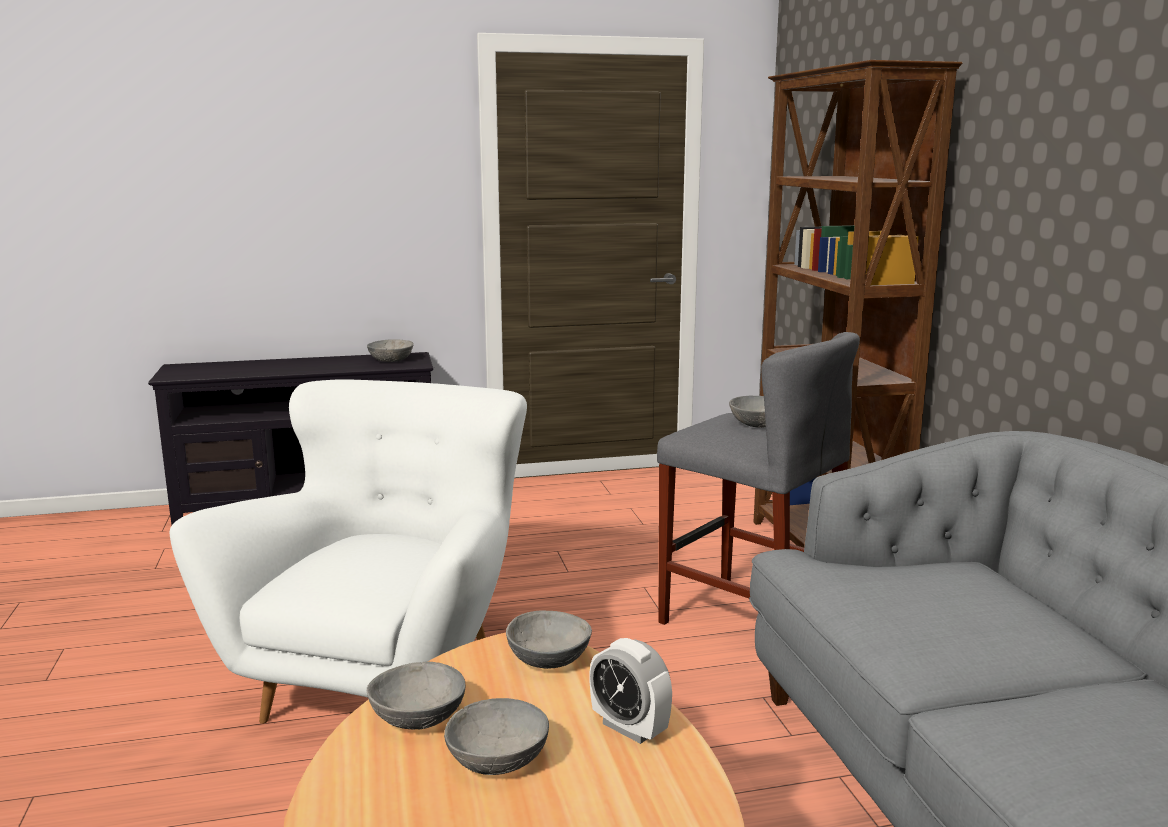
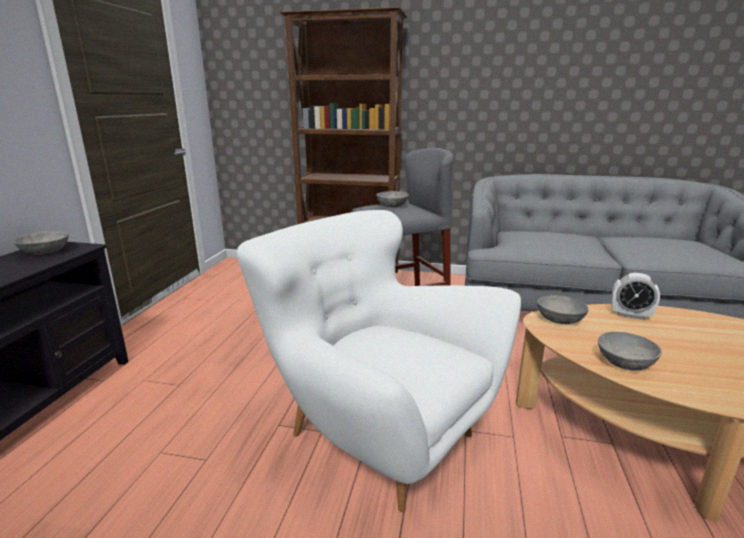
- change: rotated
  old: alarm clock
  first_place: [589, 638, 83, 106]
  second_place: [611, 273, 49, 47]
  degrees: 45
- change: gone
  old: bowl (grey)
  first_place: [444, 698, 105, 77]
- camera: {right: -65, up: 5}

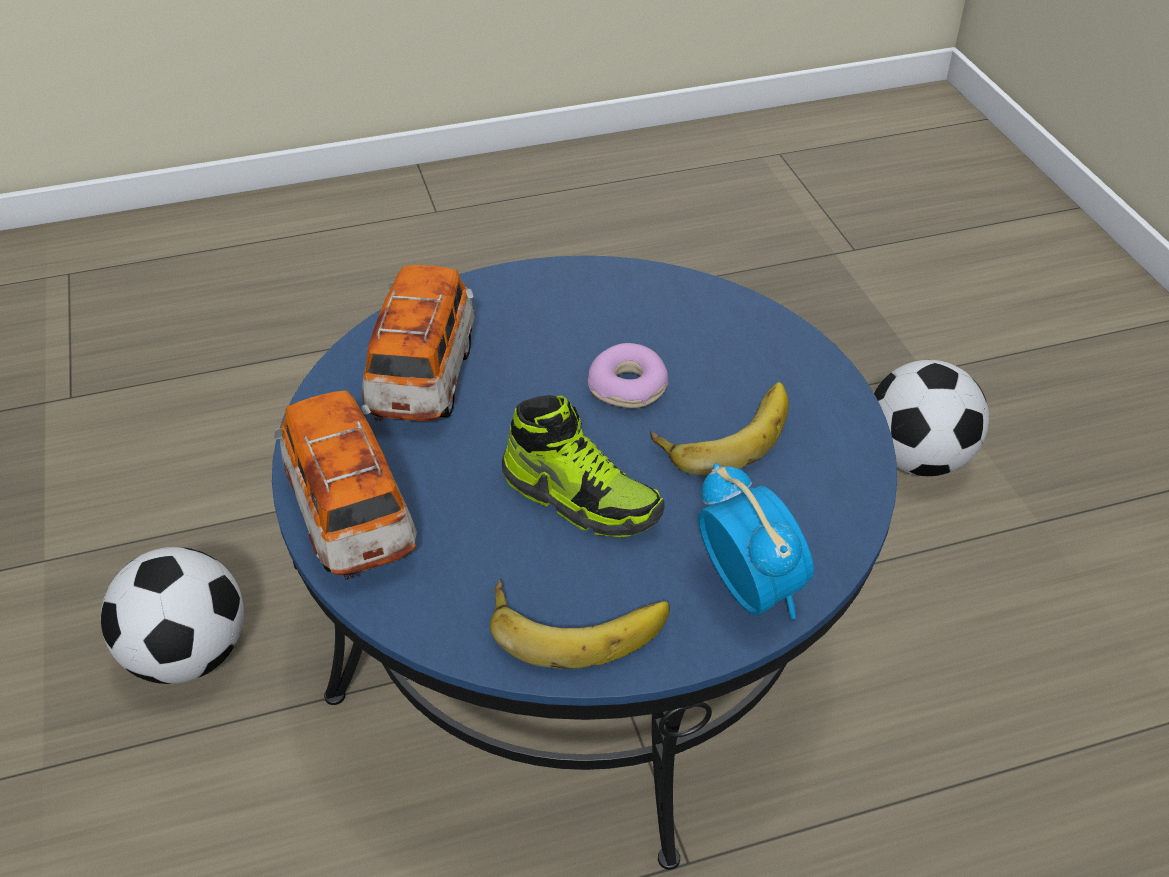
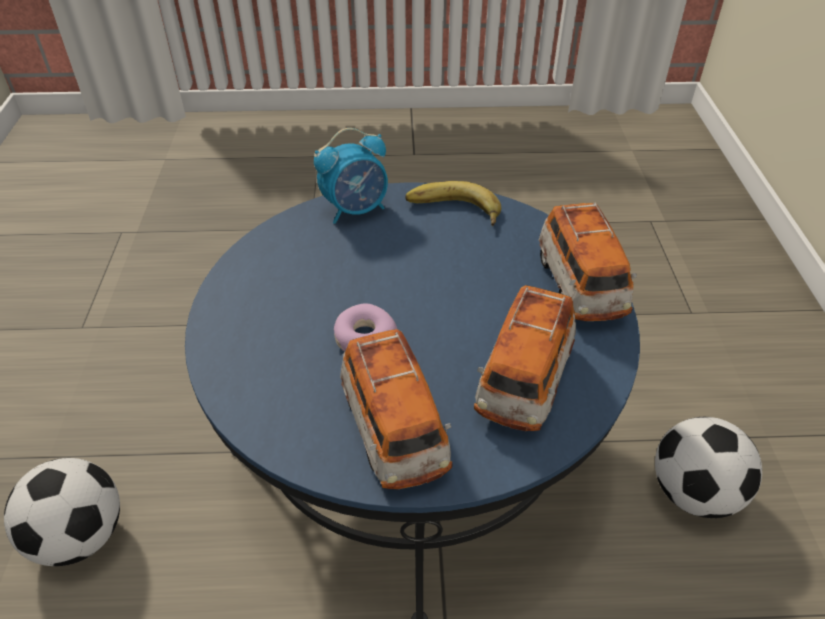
- change: rotated
  old: alarm clock
  first_place: [698, 463, 116, 157]
  second_place: [314, 128, 74, 96]
  degrees: -105
- change: new
  new: toy car
  second_place: [340, 329, 112, 160]
- change: gone
  old: shoe
  first_place: [502, 395, 163, 143]
- change: gone
  old: banana
  first_place: [650, 382, 139, 93]
- camera: {right: -165, up: 0}

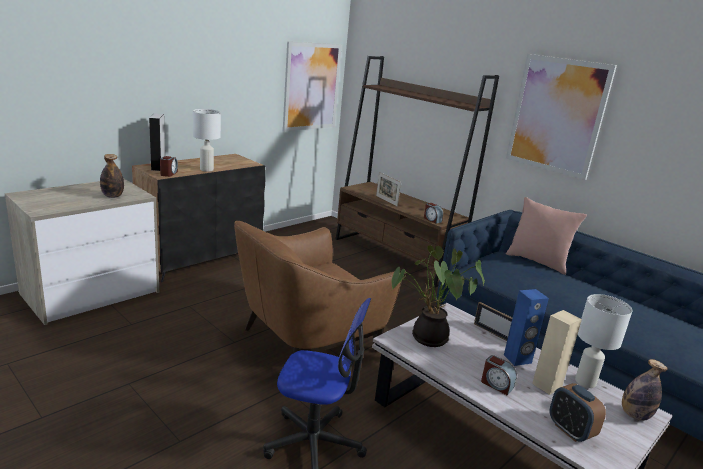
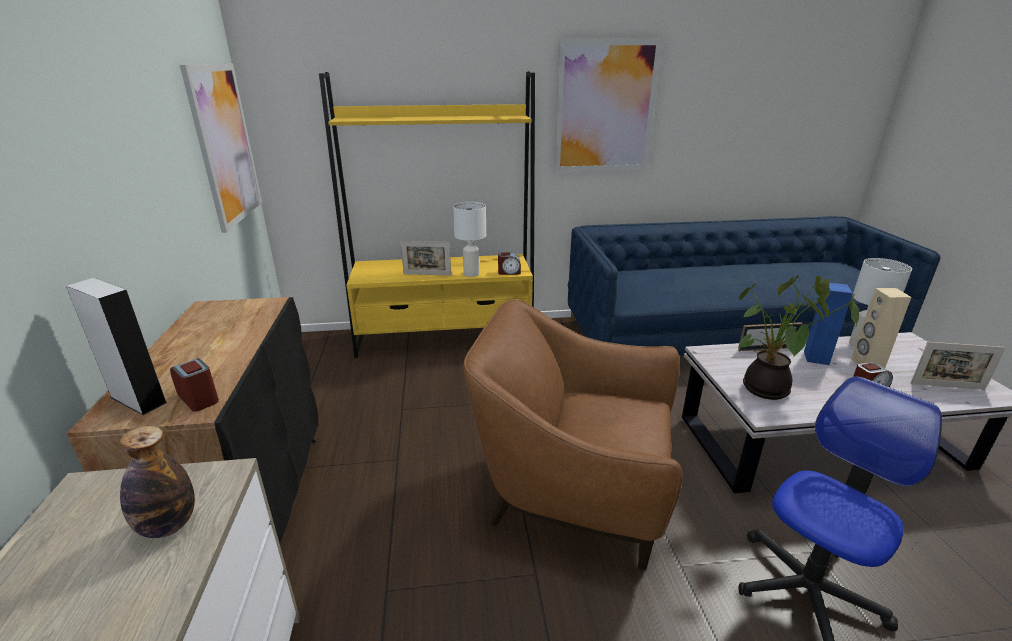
- change: repainted
  old: bookcase (brown)
  new: bookcase (yellow)
  first_place: [335, 56, 164, 232]
  second_place: [319, 71, 216, 287]
- change: shifted
  old: table lamp (white)
  first_place: [193, 109, 28, 63]
  second_place: [453, 202, 33, 75]
- change: rotated
  old: armchair (brown)
  first_place: [234, 221, 167, 132]
  second_place: [464, 299, 219, 271]
  degrees: 105
- change: swapped
  old: alarm clock
  new: picture frame
  first_place: [550, 383, 56, 59]
  second_place: [910, 342, 96, 48]
- change: gone
  old: pillow (pink)
  first_place: [506, 197, 81, 78]
- change: gone
  old: bottle
  first_place: [622, 359, 46, 62]
- camera: {right: -50, up: 5}

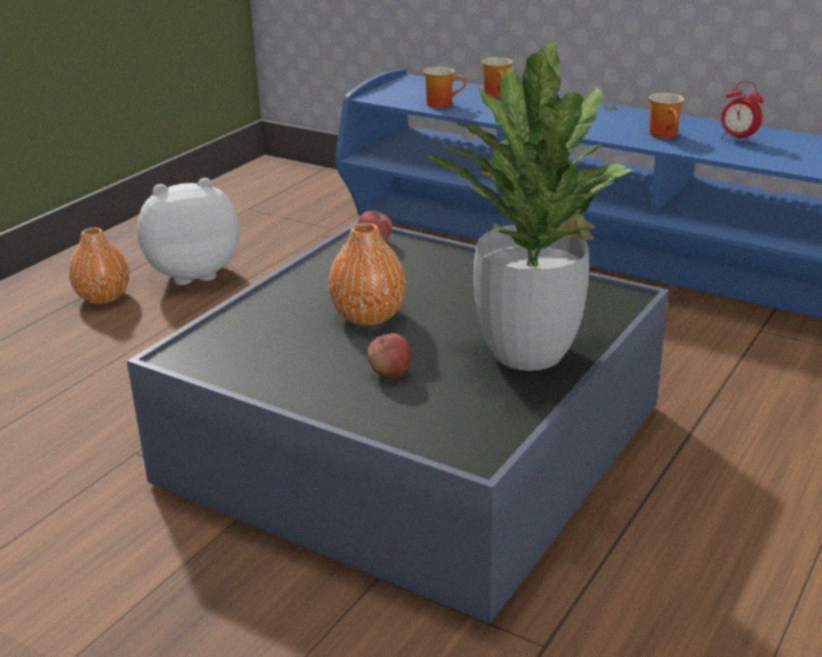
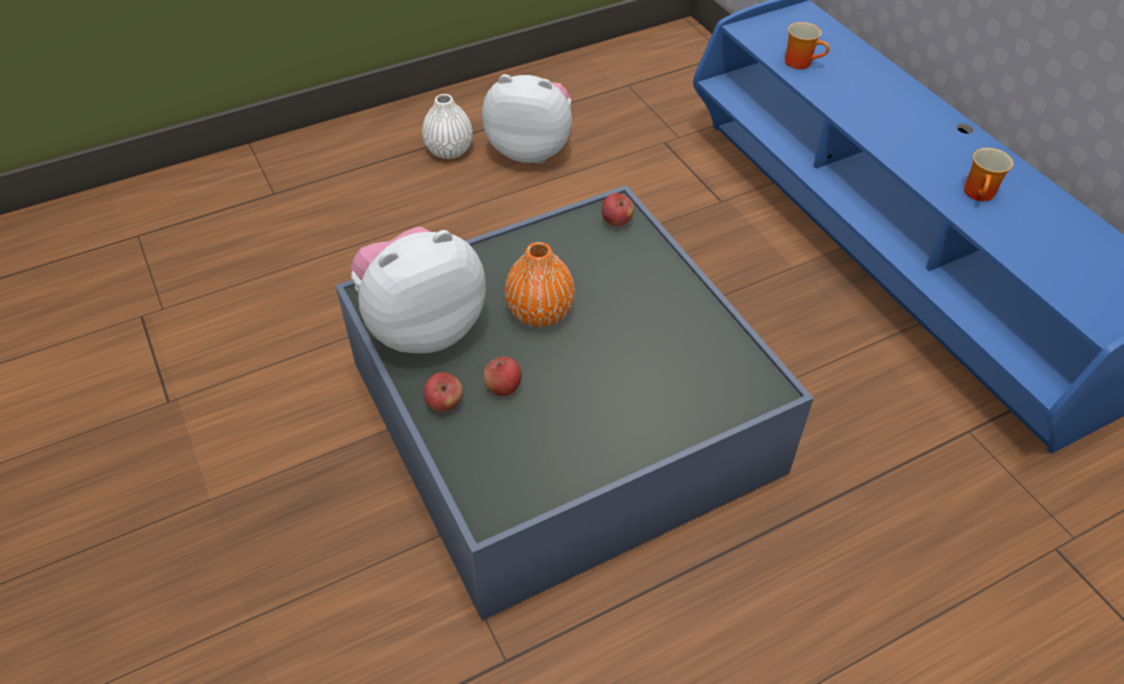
- change: new
  new: plush toy
  second_place: [351, 227, 135, 126]
- change: repainted
  old: vase (orange)
  new: vase (white)
  first_place: [69, 228, 60, 76]
  second_place: [422, 94, 51, 65]
- change: new
  new: apple
  second_place: [423, 372, 40, 40]
- change: gone
  old: potted plant
  first_place: [427, 41, 206, 330]
- change: gone
  old: mug
  first_place: [481, 57, 32, 40]
- change: gone
  old: alarm clock
  first_place: [721, 81, 42, 62]
- camera: {right: 30, up: 20}

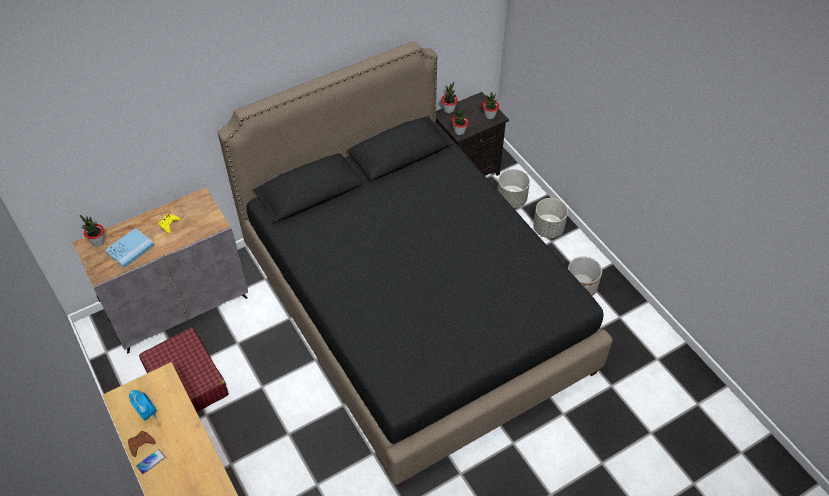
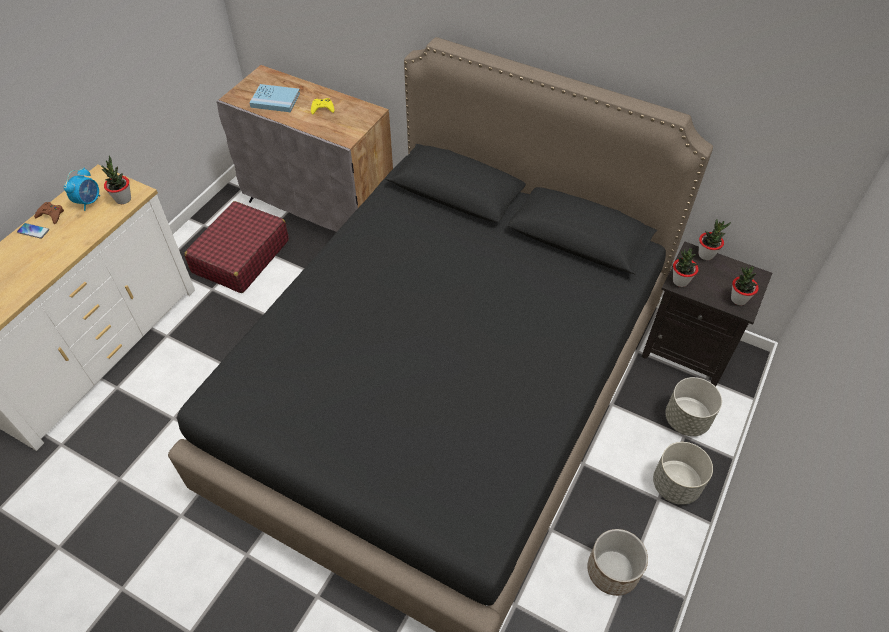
- change: shifted
  old: potted plant
  first_place: [80, 215, 25, 31]
  second_place: [101, 156, 30, 48]
- camera: {right: 60, up: 0}

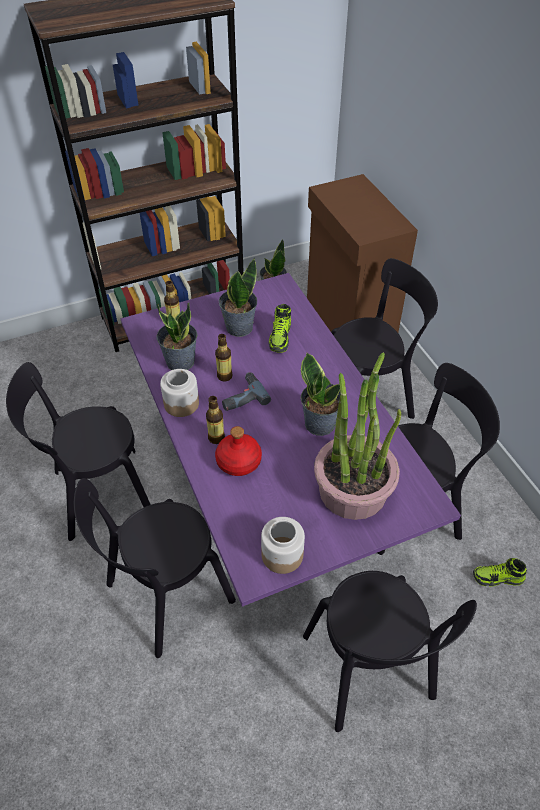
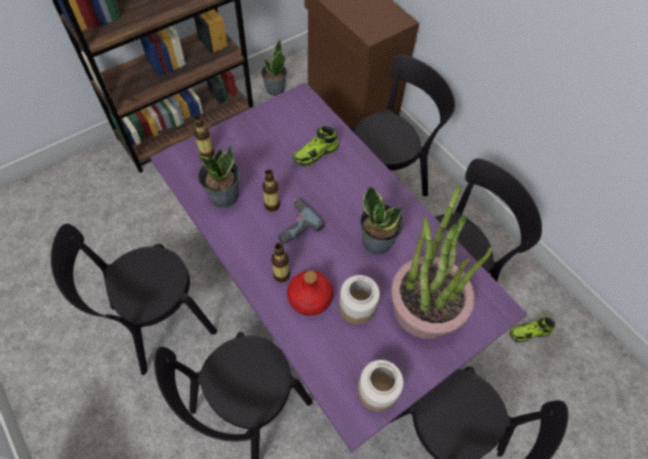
- change: rotated
  old: shoe
  first_place: [269, 304, 22, 49]
  second_place: [292, 126, 47, 41]
  degrees: 60
- change: shifted
  old: jar
  first_place: [160, 369, 39, 48]
  second_place: [339, 275, 41, 49]
- change: gone
  old: potted plant
  first_place: [219, 258, 38, 79]
- camera: {right: -15, up: 10}

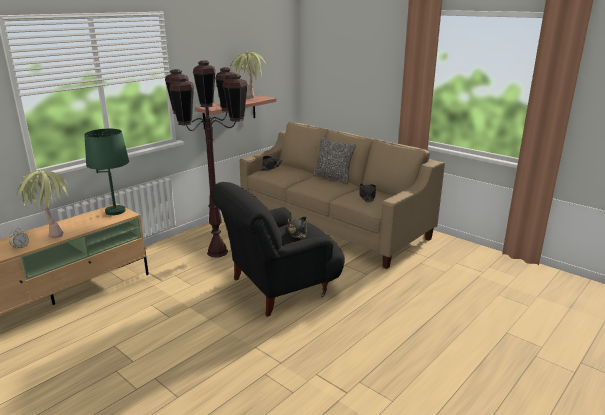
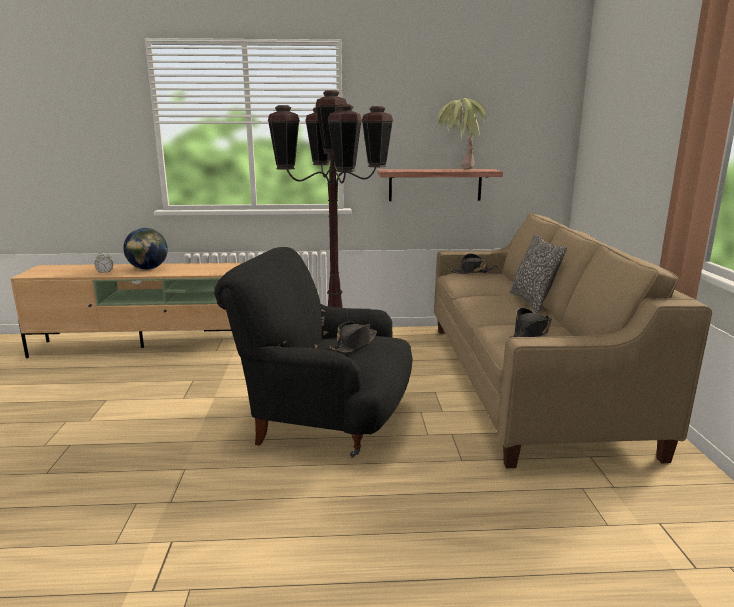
- change: swapped
  old: potted plant
  new: globe
  first_place: [17, 170, 51, 68]
  second_place: [123, 228, 45, 42]
- change: gone
  old: table lamp (green)
  first_place: [84, 129, 45, 86]
- camera: {right: 45, up: -5}

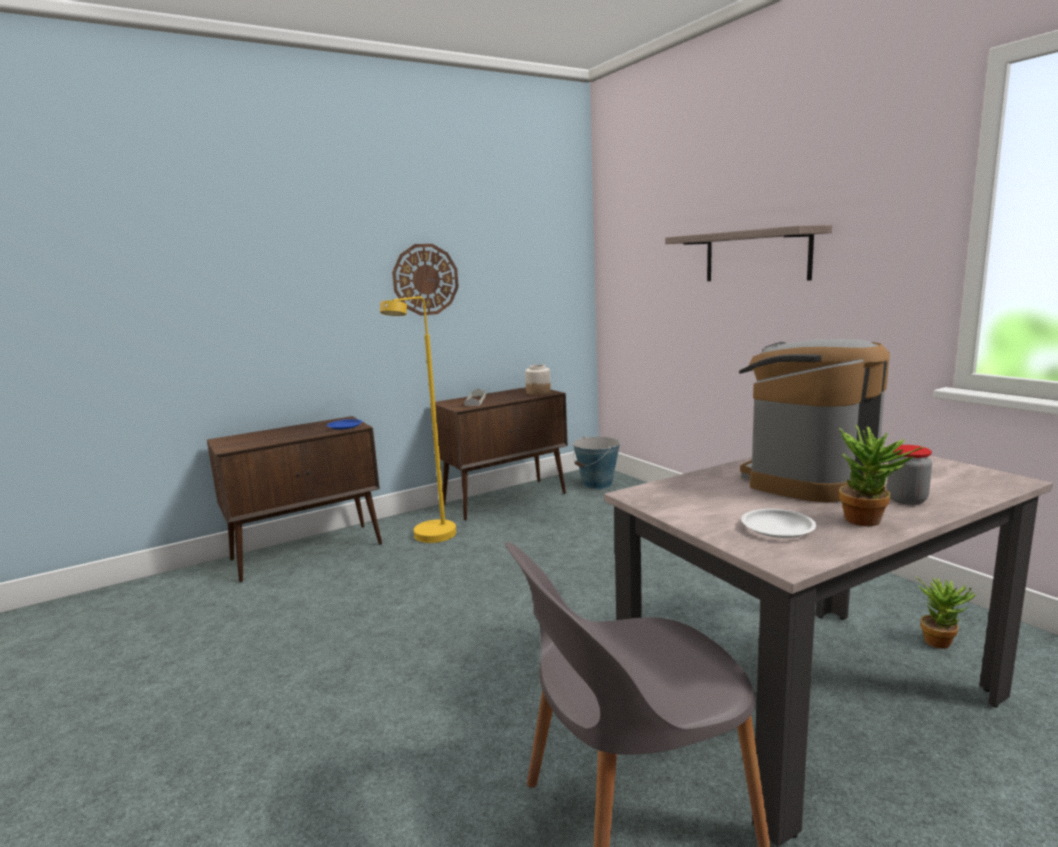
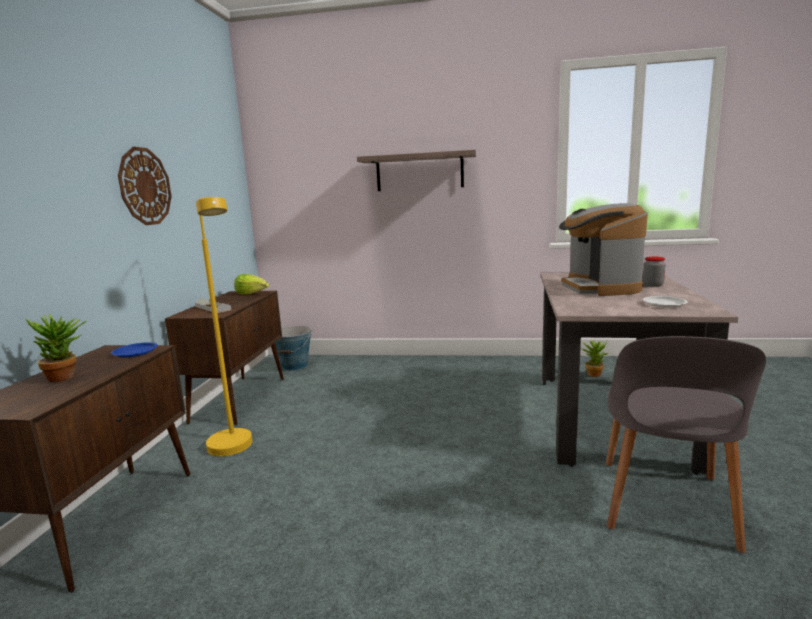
- change: shifted
  old: potted plant
  first_place: [839, 425, 85, 101]
  second_place: [25, 314, 62, 68]
- change: swapped
  old: jar
  new: lettuce
  first_place: [525, 365, 26, 30]
  second_place: [234, 274, 35, 20]
- camera: {right: -50, up: 0}

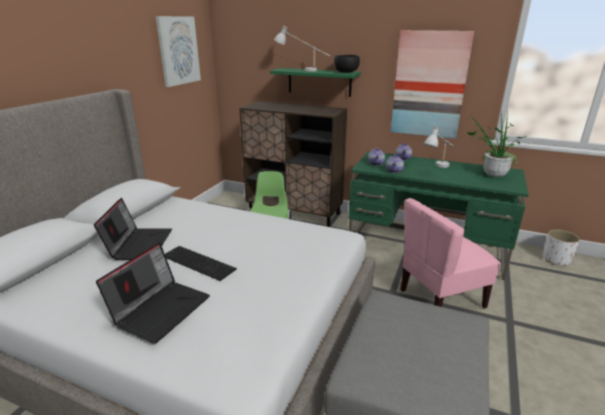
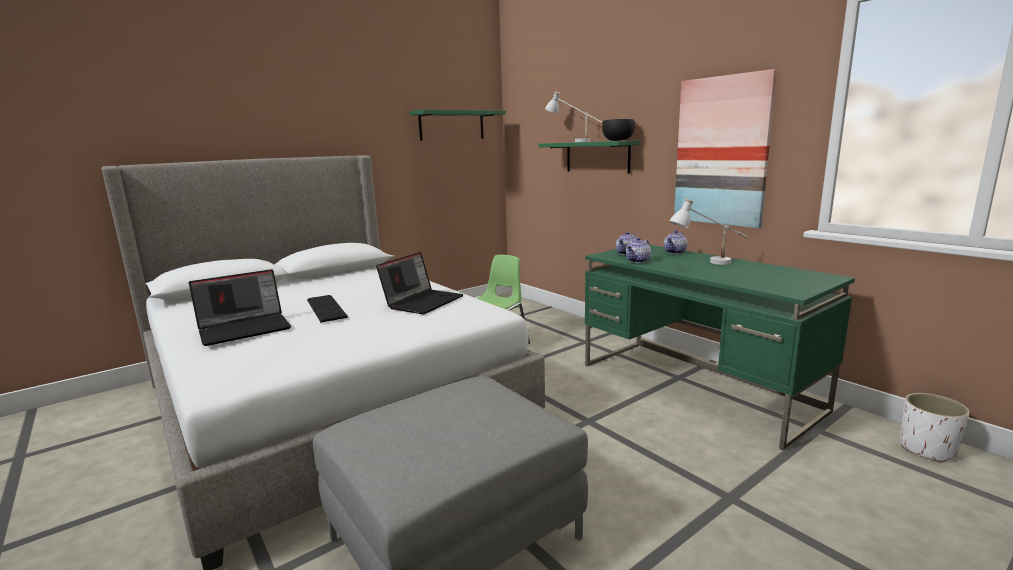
- change: shifted
  old: laptop
  first_place: [94, 198, 78, 62]
  second_place: [376, 252, 88, 62]
- change: swapped
  old: picture
  new: shelf (green)
  first_place: [156, 16, 45, 71]
  second_place: [409, 110, 97, 30]
- change: gone
  old: cabinet (brown)
  first_place: [239, 101, 108, 126]
- change: gone
  old: chair (pink)
  first_place: [401, 198, 99, 110]
- change: gone
  old: potted plant
  first_place: [468, 108, 58, 69]
- camera: {right: 30, up: -10}

